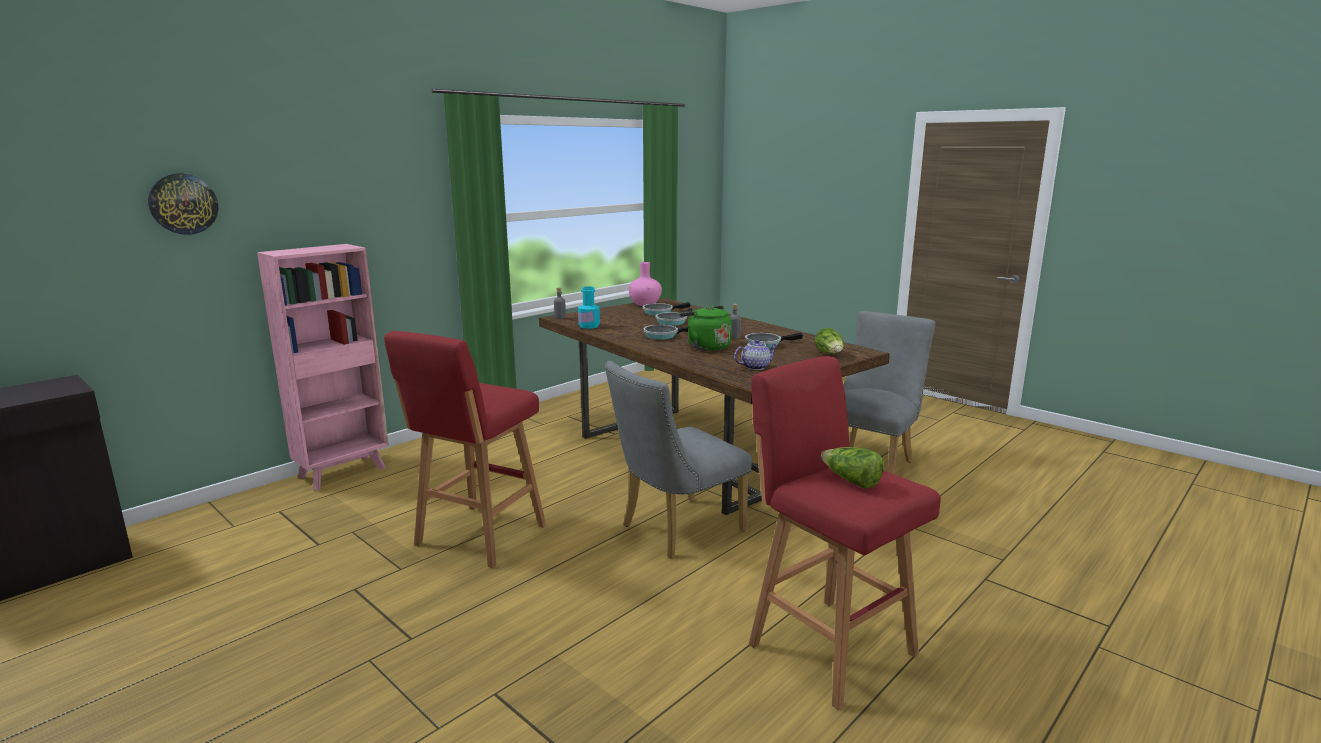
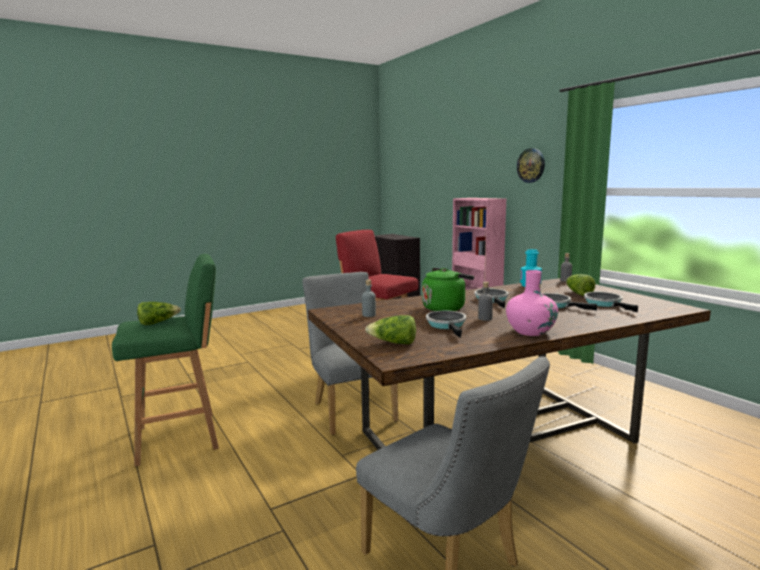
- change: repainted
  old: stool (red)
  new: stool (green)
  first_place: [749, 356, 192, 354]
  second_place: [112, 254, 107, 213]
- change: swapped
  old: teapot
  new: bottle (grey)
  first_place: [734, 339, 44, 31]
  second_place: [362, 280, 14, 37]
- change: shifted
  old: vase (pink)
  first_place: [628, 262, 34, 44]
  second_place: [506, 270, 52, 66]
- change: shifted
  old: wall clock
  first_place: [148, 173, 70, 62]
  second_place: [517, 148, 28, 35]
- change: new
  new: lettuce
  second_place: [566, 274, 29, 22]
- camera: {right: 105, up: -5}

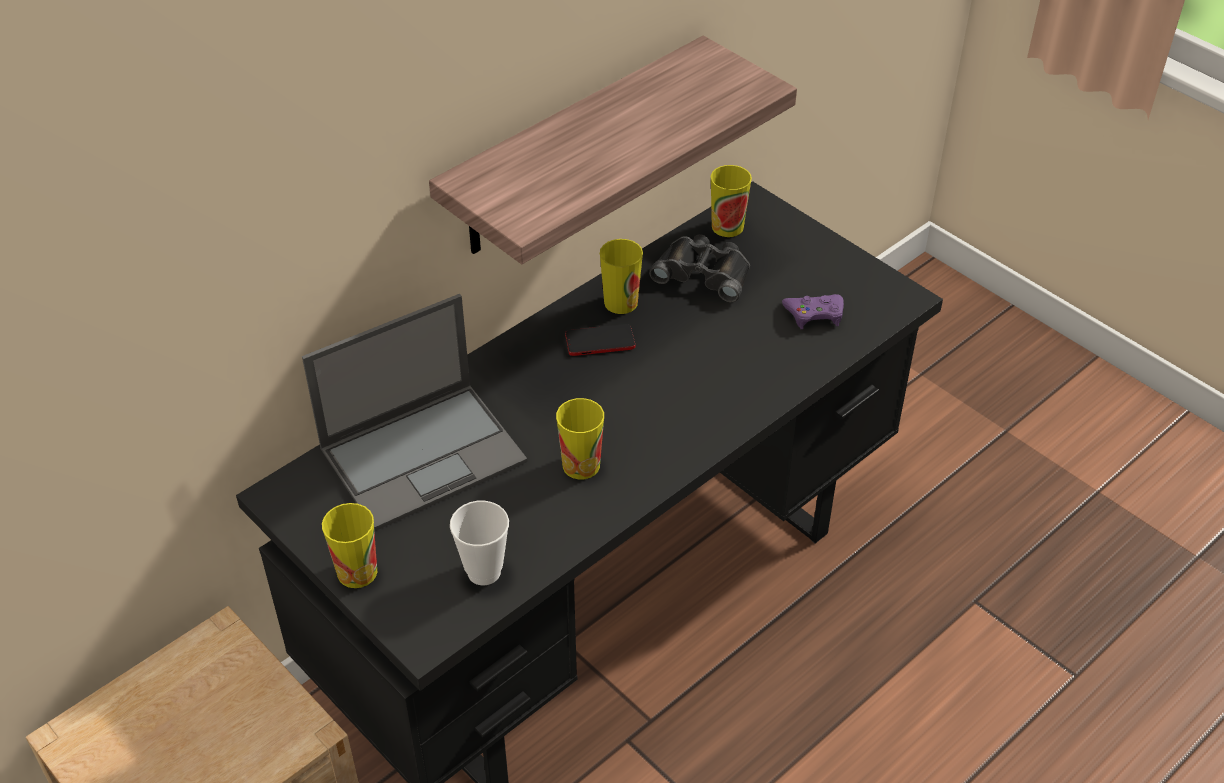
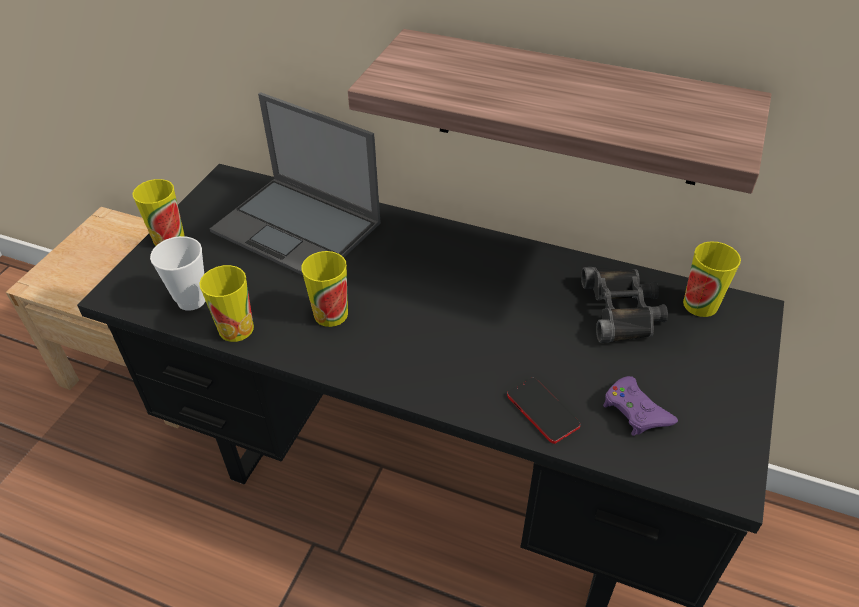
- change: shifted
  old: cup
  first_place: [600, 239, 43, 75]
  second_place: [199, 265, 55, 77]
- change: shifted
  old: phone
  first_place: [565, 324, 71, 32]
  second_place: [507, 377, 73, 67]
- camera: {right: 65, up: 0}

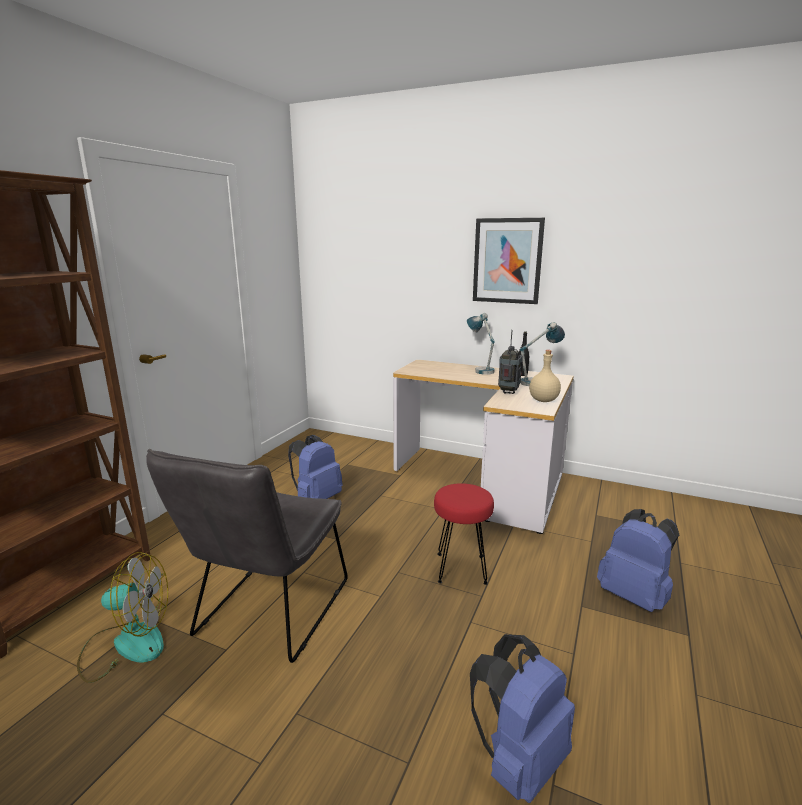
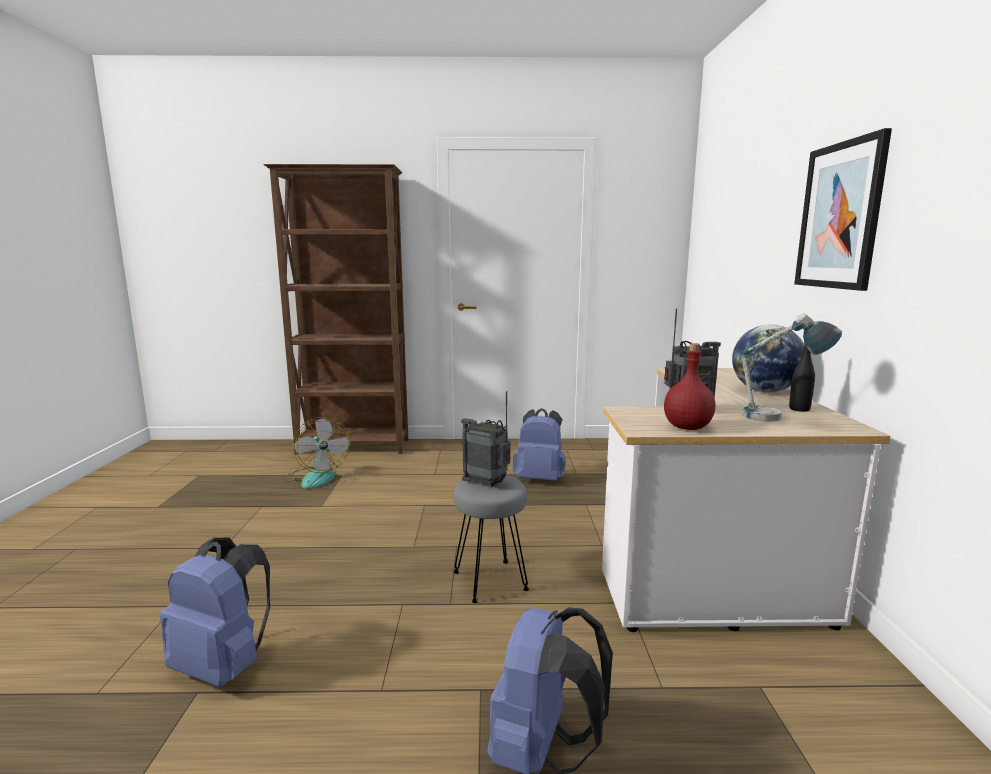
- change: repainted
  old: stool (red)
  new: stool (grey)
  first_place: [434, 483, 60, 102]
  second_place: [454, 476, 75, 127]
- change: new
  new: radio
  second_place: [461, 391, 50, 96]
- change: repainted
  old: bottle (beige)
  new: bottle (red)
  first_place: [529, 350, 32, 52]
  second_place: [664, 343, 52, 87]
- change: swapped
  old: table lamp
  new: globe
  first_place: [467, 313, 28, 62]
  second_place: [732, 324, 72, 68]
- change: gone
  old: chair (grey)
  first_place: [146, 449, 202, 214]
- camera: {right: 65, up: -5}

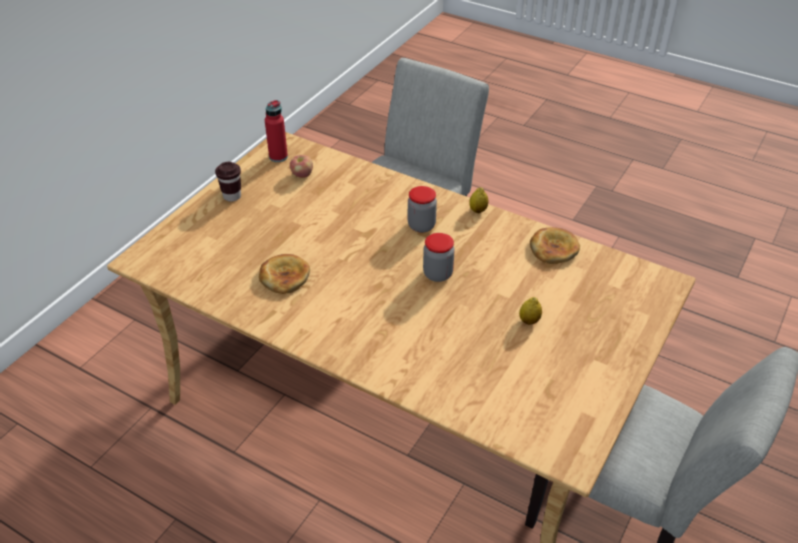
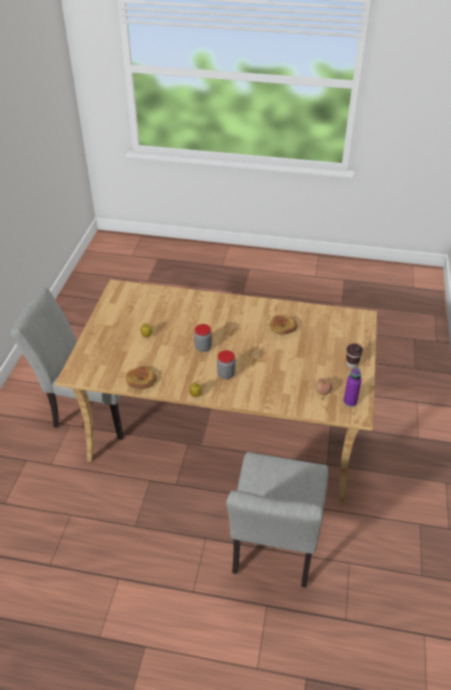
- change: repainted
  old: bottle (red)
  new: bottle (purple)
  first_place: [265, 100, 23, 62]
  second_place: [343, 368, 19, 39]
- camera: {right: 160, up: 0}

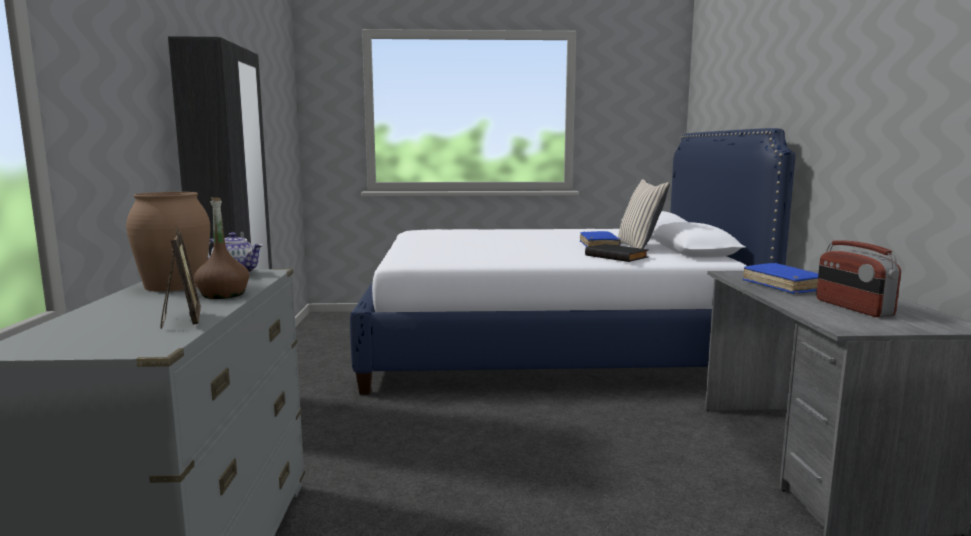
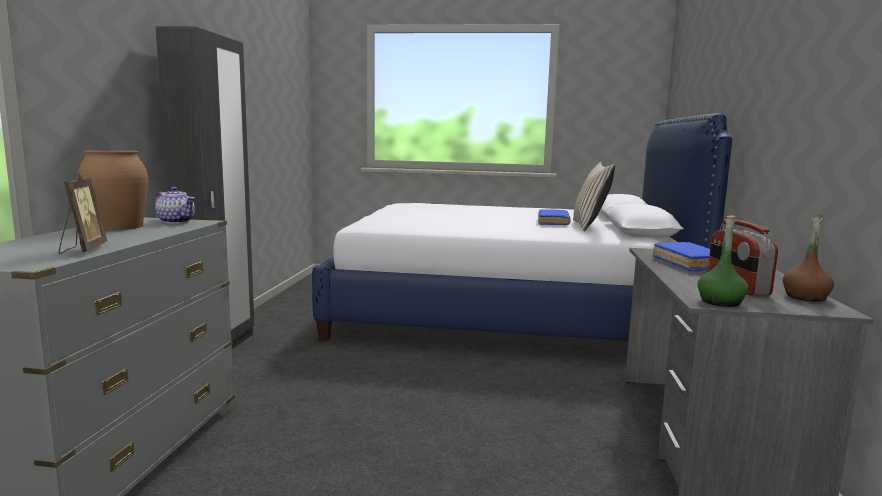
- change: new
  new: bottle (green)
  second_place: [697, 215, 51, 92]
- change: shifted
  old: bottle (brown)
  first_place: [194, 197, 55, 102]
  second_place: [783, 215, 51, 87]
- change: gone
  old: book (black)
  first_place: [585, 244, 63, 18]
- camera: {right: 10, up: 0}

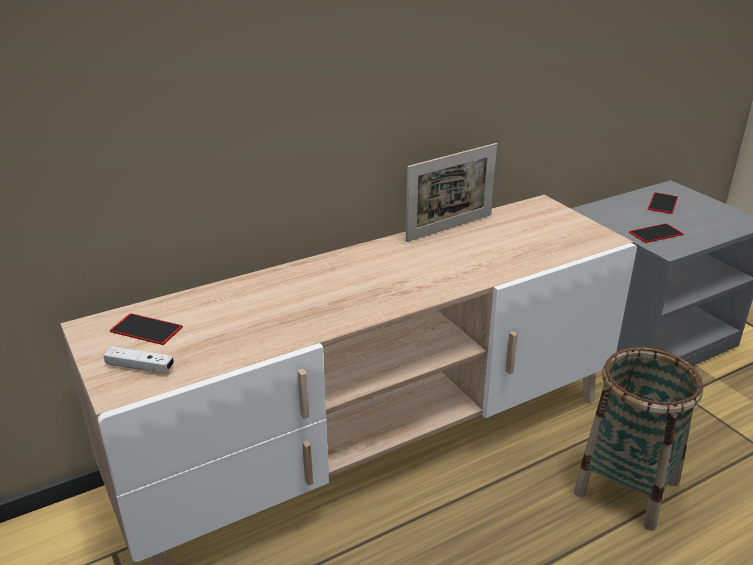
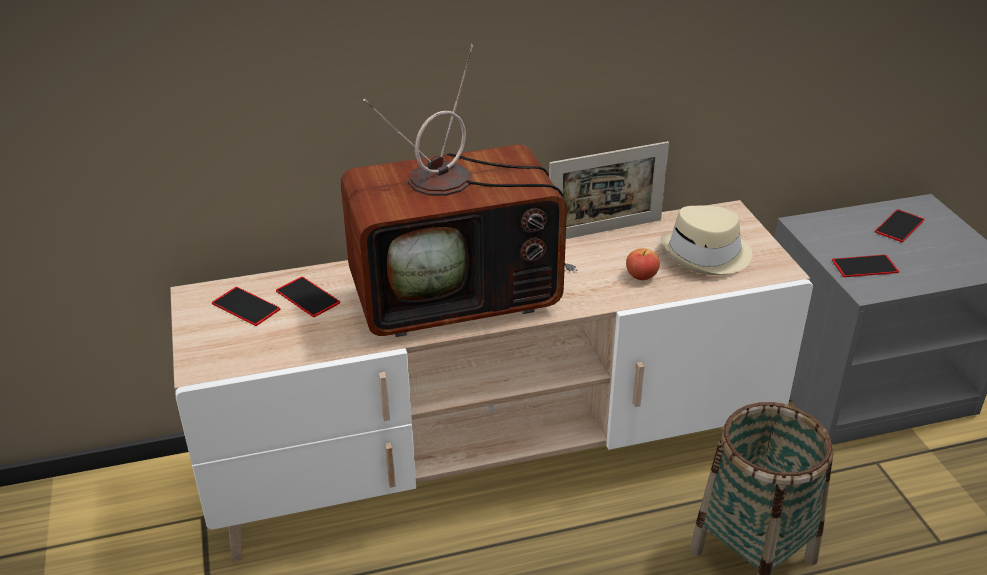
- change: new
  new: phone
  second_place: [276, 276, 64, 41]
- change: new
  new: television
  second_place: [340, 44, 238, 293]
- change: new
  new: apple
  second_place: [626, 248, 34, 32]
- change: new
  new: hat (beige)
  second_place: [660, 206, 92, 69]
- change: gone
  old: game controller (white)
  first_place: [103, 346, 71, 26]
- camera: {right: 15, up: 5}

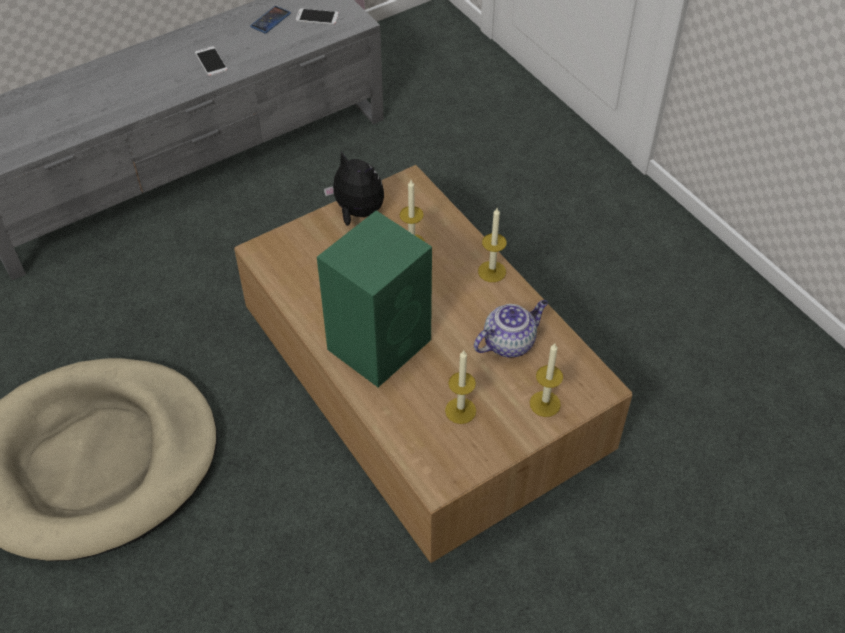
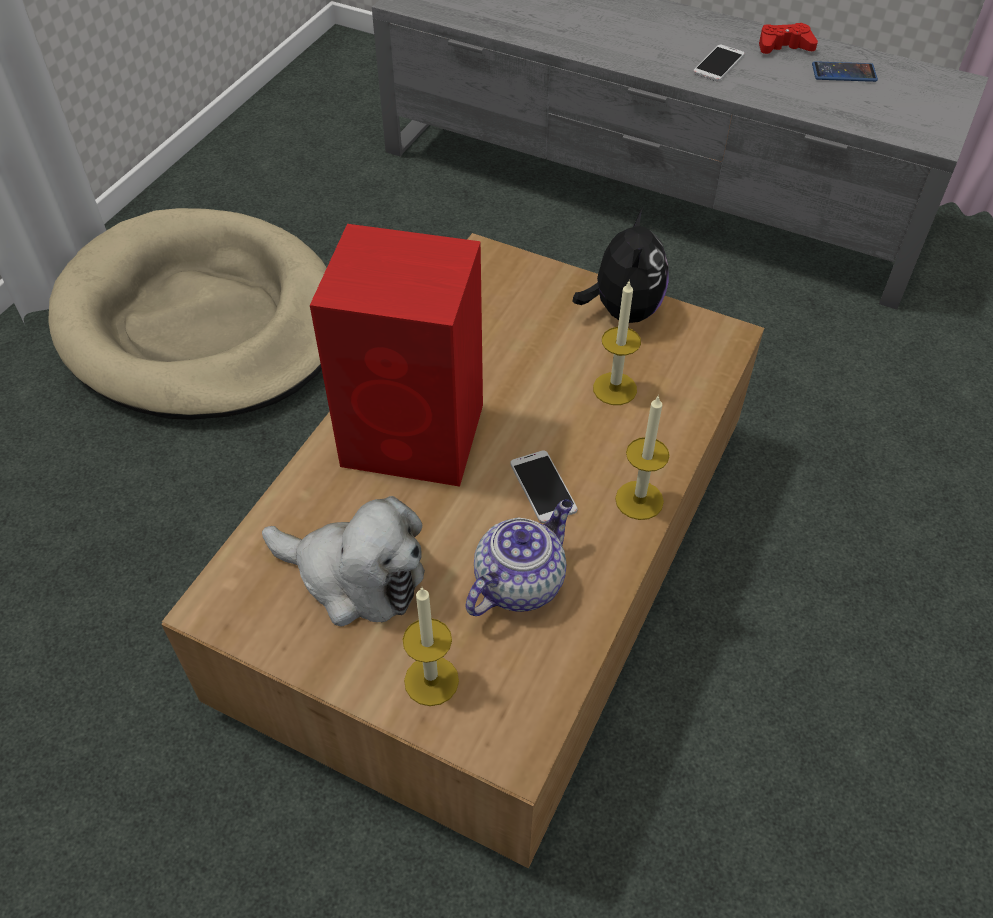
- change: swapped
  old: candle
  new: plush toy
  first_place: [445, 350, 31, 74]
  second_place: [262, 496, 163, 131]
- change: repainted
  old: speaker (green)
  new: speaker (red)
  first_place: [317, 210, 115, 177]
  second_place: [310, 224, 173, 263]
- change: rotated
  old: teapot
  first_place: [474, 300, 74, 57]
  second_place: [466, 499, 107, 117]
  degrees: -75
- change: shifted
  old: phone
  first_place: [296, 8, 43, 17]
  second_place: [510, 450, 68, 73]
- change: new
  new: game controller (red)
  second_place: [759, 23, 59, 31]
- camera: {right: 60, up: 0}

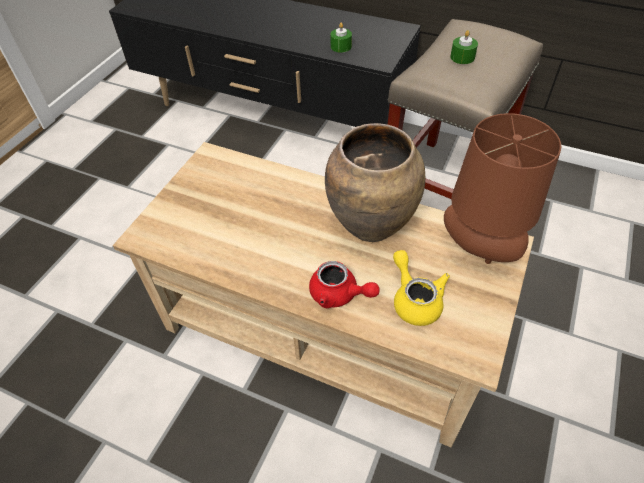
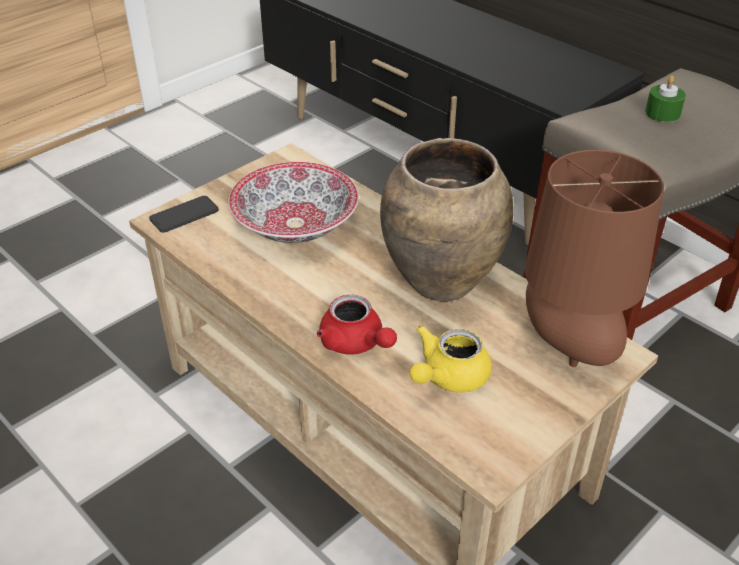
- change: new
  new: phone
  second_place: [149, 196, 70, 37]
- change: new
  new: bowl
  second_place: [228, 162, 131, 81]
- change: rotated
  old: teapot (yellow)
  first_place: [393, 250, 57, 76]
  second_place: [409, 325, 83, 68]
  degrees: -135
- change: gone
  old: candle (green)
  first_place: [330, 23, 22, 30]
- camera: {right: 20, up: -10}

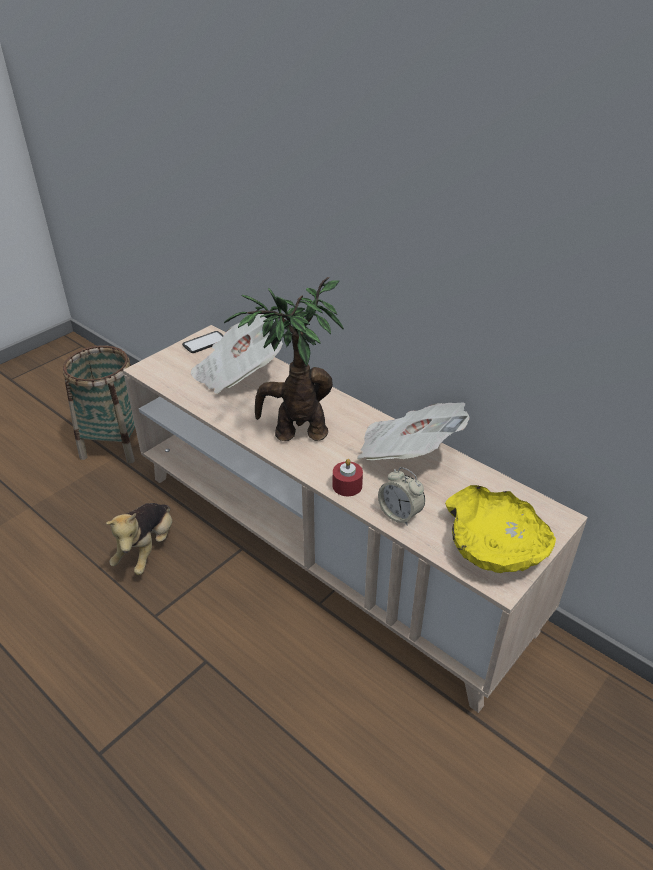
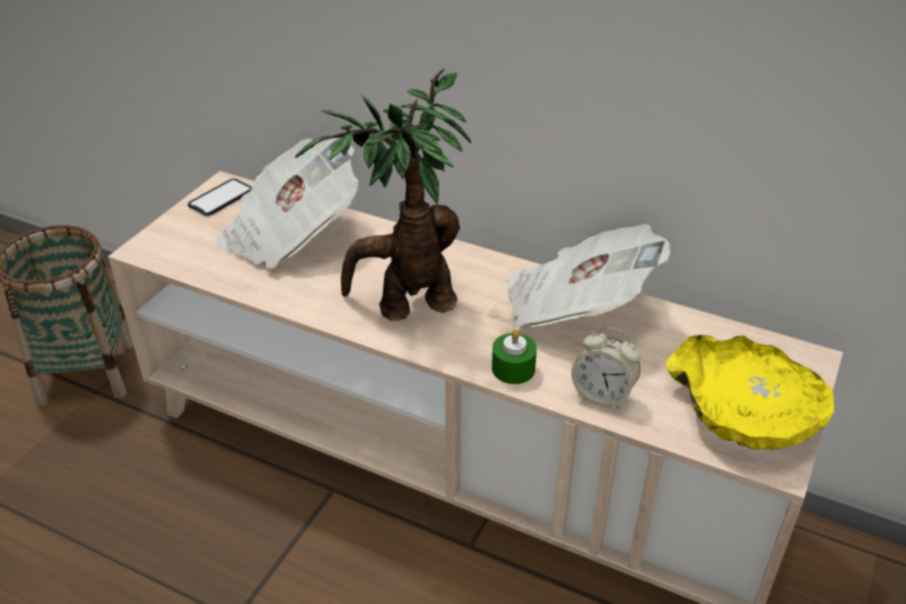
- change: repainted
  old: candle (red)
  new: candle (green)
  first_place: [333, 459, 30, 37]
  second_place: [492, 329, 45, 55]
- change: gone
  old: plush toy
  first_place: [106, 503, 66, 72]
- camera: {right: -15, up: 0}

